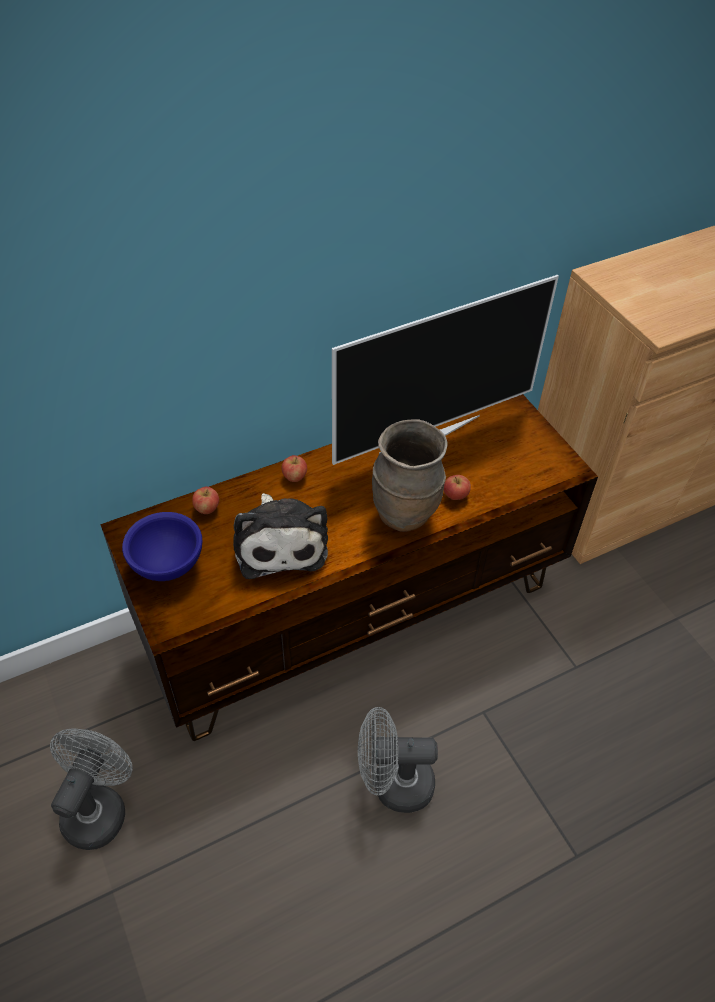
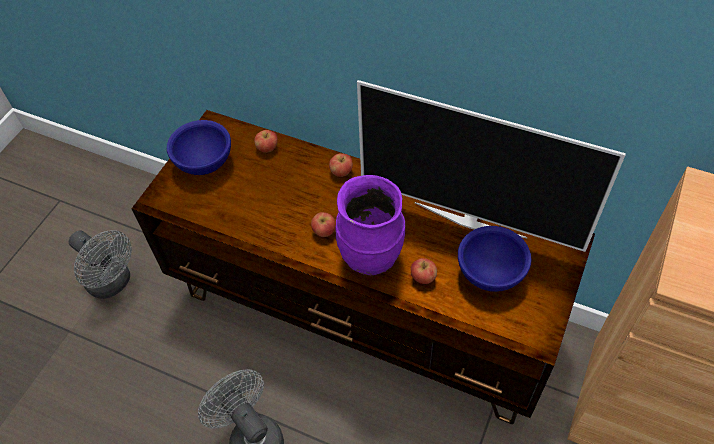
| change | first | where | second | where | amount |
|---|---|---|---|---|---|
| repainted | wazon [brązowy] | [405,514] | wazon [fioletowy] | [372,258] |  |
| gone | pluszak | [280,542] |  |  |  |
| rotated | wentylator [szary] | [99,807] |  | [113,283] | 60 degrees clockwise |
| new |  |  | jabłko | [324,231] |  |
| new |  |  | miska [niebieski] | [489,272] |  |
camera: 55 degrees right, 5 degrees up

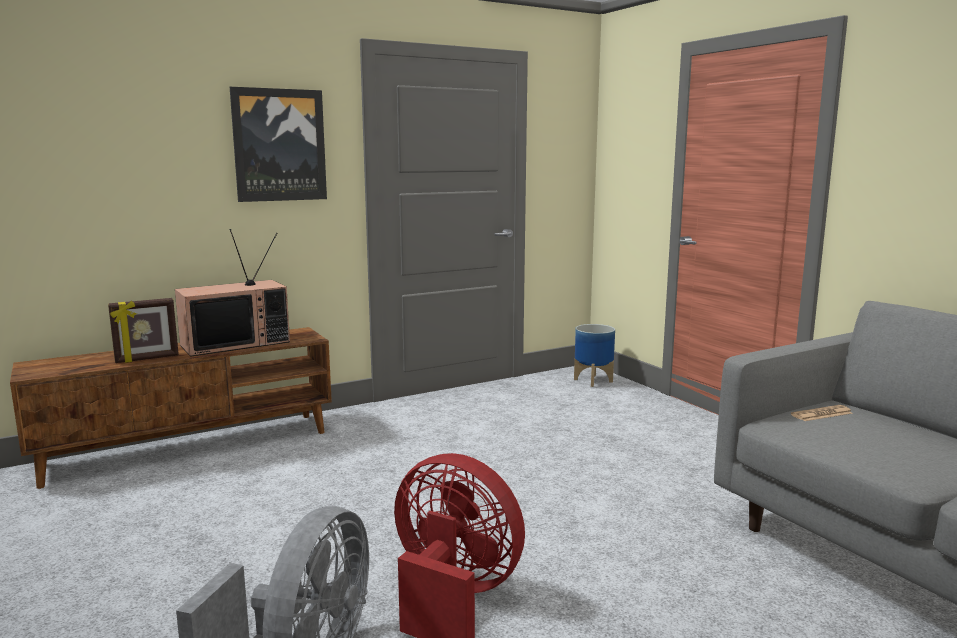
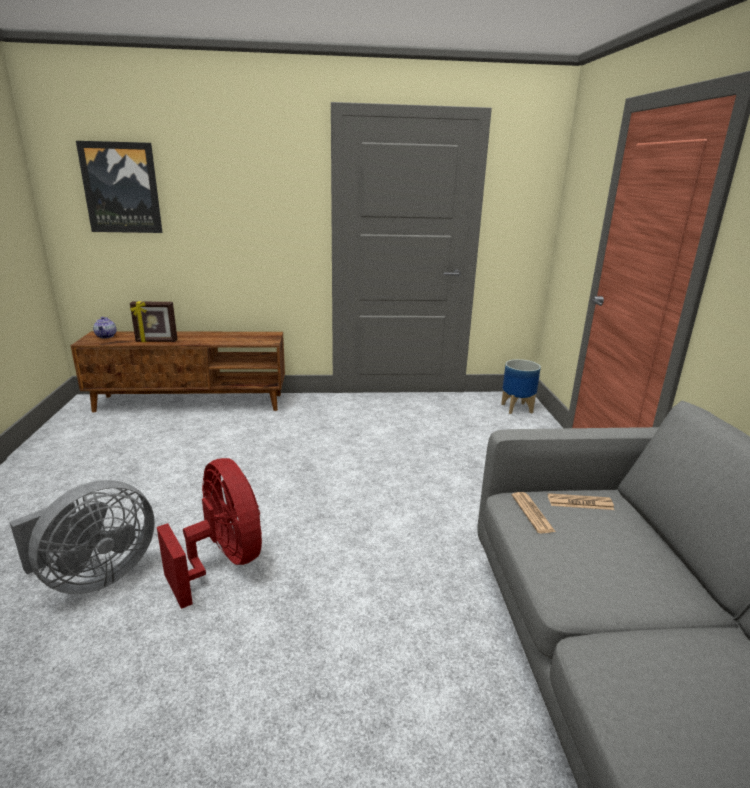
| change | first | where | second | where | amount |
|---|---|---|---|---|---|
| shifted | obraz | [279,145] |  | [121,188] |  |
| gone | telewizor | [236,343] |  |  |  |
| new |  |  | imbryk | [106,336] |  |
| new |  |  | gazeta | [532,513] |  |
camera: 25 degrees right, 10 degrees up

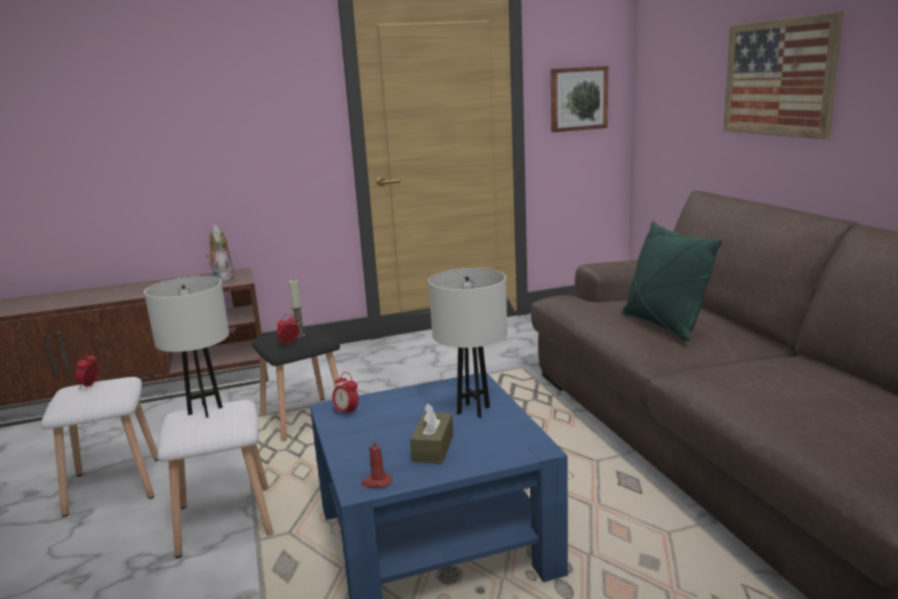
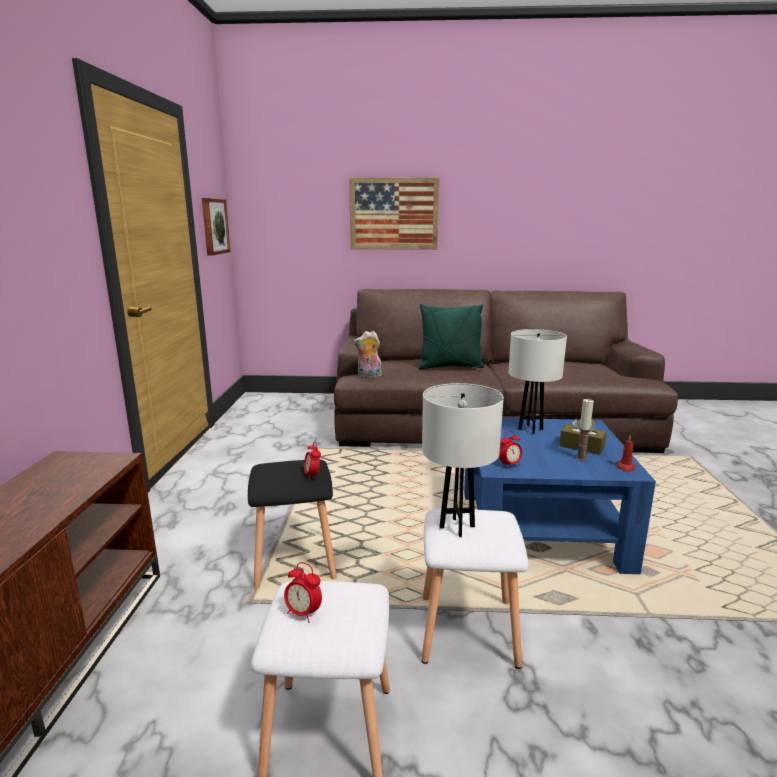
| change | first | where | second | where | amount |
|---|---|---|---|---|---|
| shifted | pluszak | [222,278] |  | [368,376] |  |
| shifted | świeca | [300,335] |  | [581,458] |  |
camera: 70 degrees left, 0 degrees up

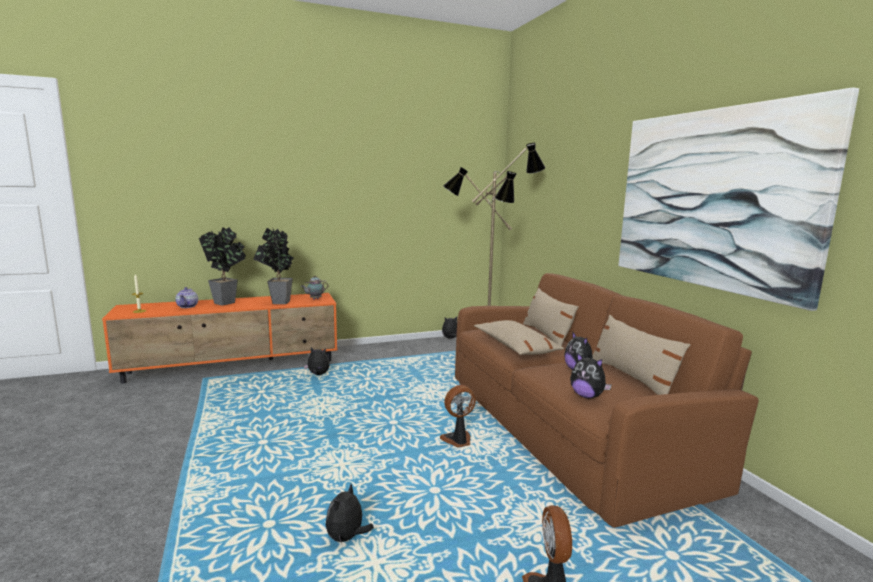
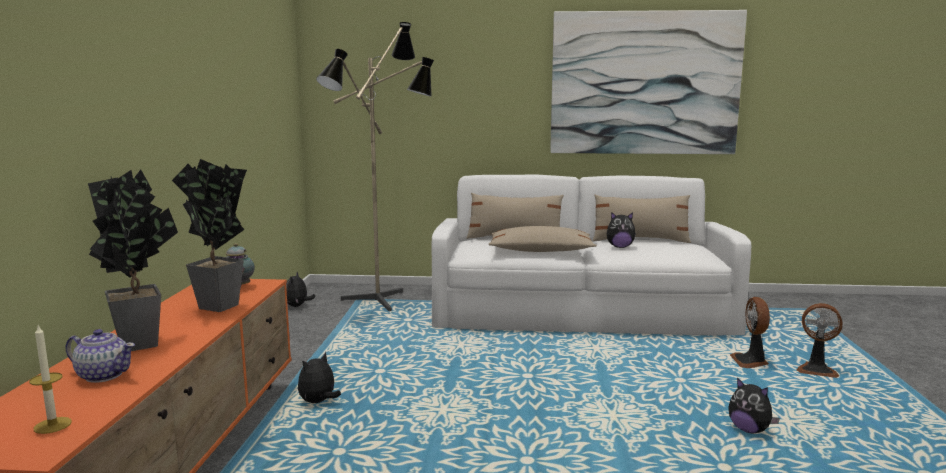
| change | first | where | second | where | amount |
|---|---|---|---|---|---|
| repainted | kanapa [brązowy] | [568,423] | kanapa [biały] | [581,309] |  |
| gone | pluszak | [587,396] |  |  |  |
| shifted | wentylator | [458,440] |  | [750,362] |  |
camera: 65 degrees left, 0 degrees up

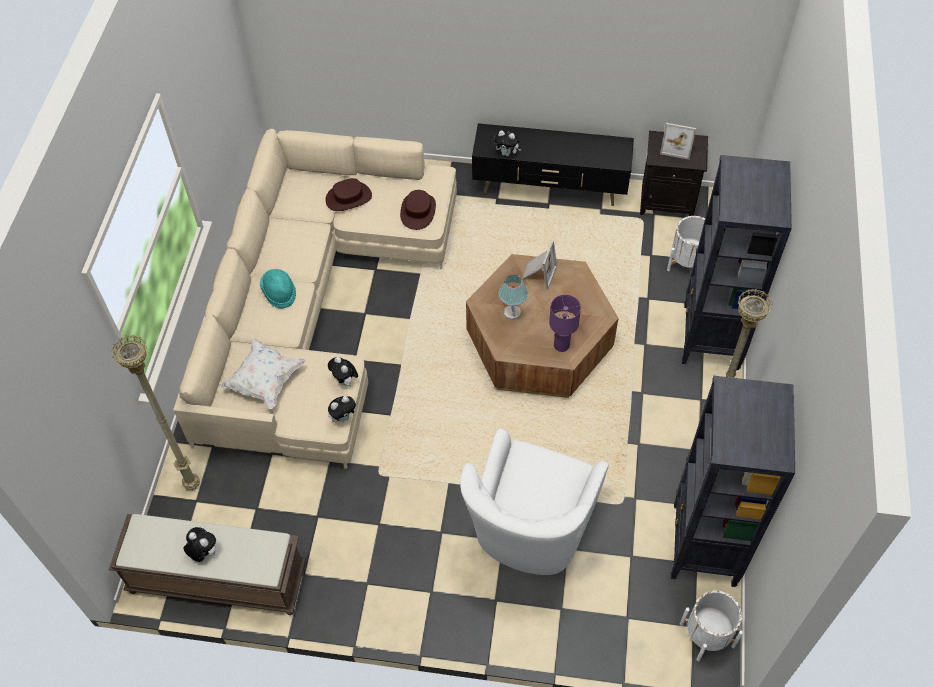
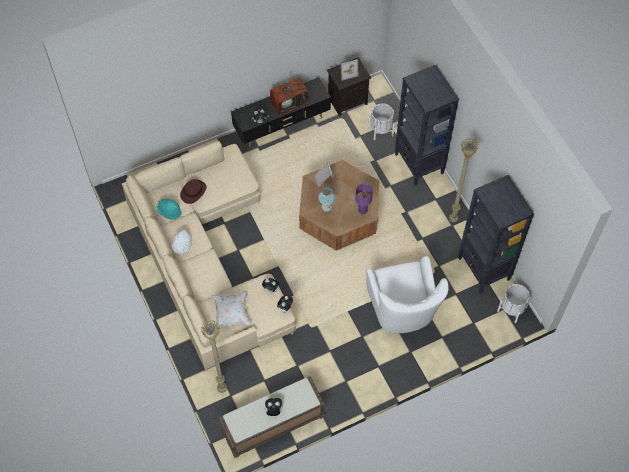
| change | first | where | second | where | amount |
|---|---|---|---|---|---|
| gone | kapelusz [brązowy] | [418,211] |  |  |  |
| shifted | kapelusz [turkusowy] | [279,293] |  | [169,211] |  |
| new |  |  | telewizor | [290,102] |  |
| new |  |  | kapelusz [biały] | [182,246] |  |
camera: 35 degrees left, 5 degrees up

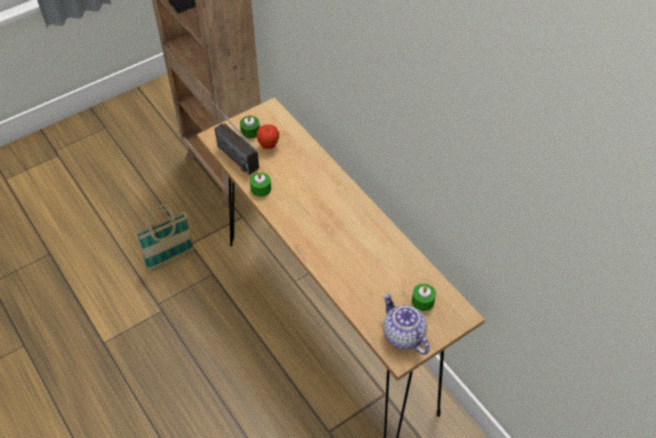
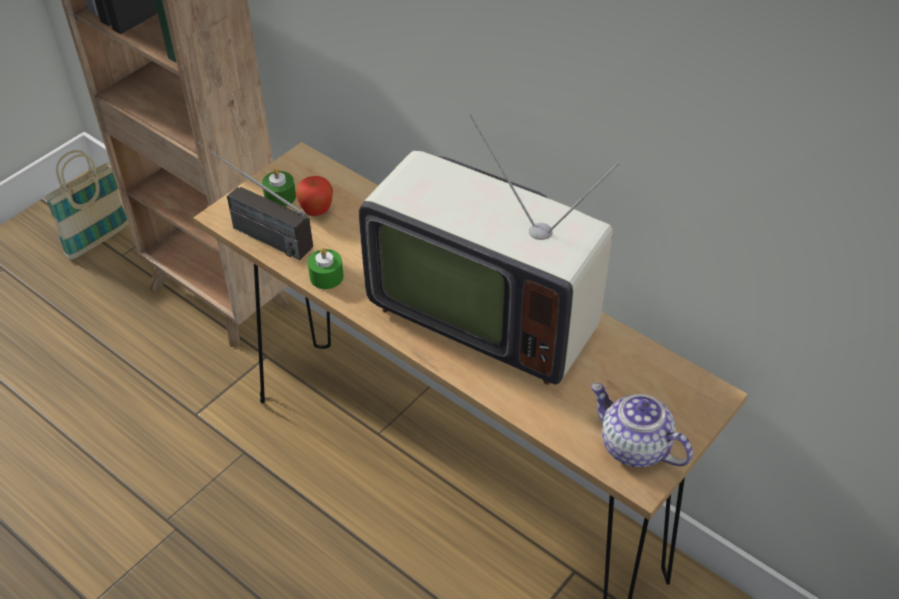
| change | first | where | second | where | amount |
|---|---|---|---|---|---|
| shifted | koszyk | [170,258] |  | [98,241] |  |
| gone | świeca [zielony] | [423,301] |  |  |  |
| new |  |  | telewizor | [484,311] |  |
camera: 15 degrees left, 5 degrees down

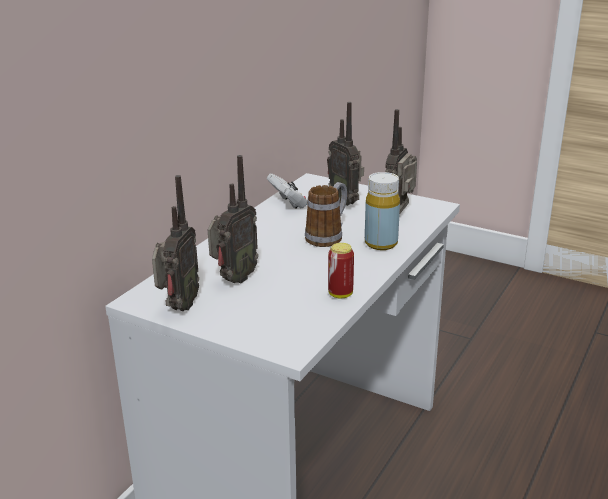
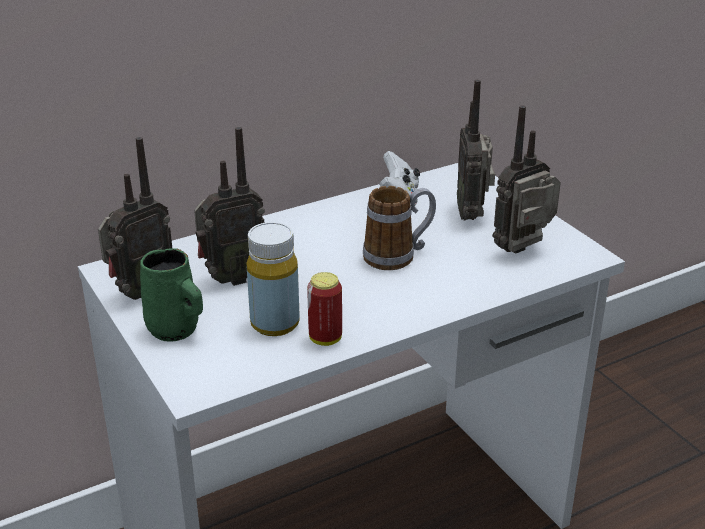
| change | first | where | second | where | amount |
|---|---|---|---|---|---|
| shifted | butelka [żółty] | [381,243] |  | [275,323] |  |
| new |  |  | kubek [zielony] | [175,330] |  |
camera: 30 degrees right, 5 degrees up

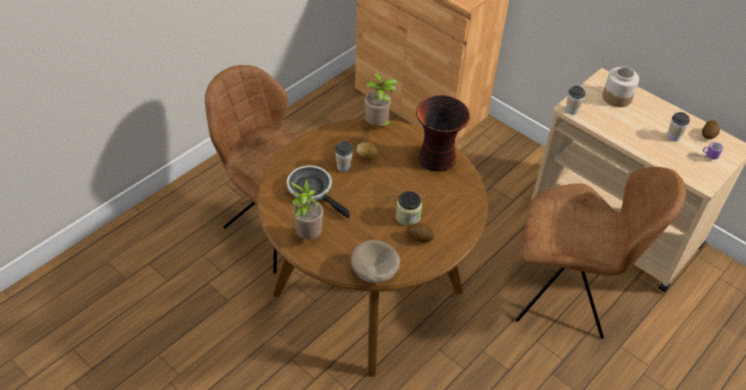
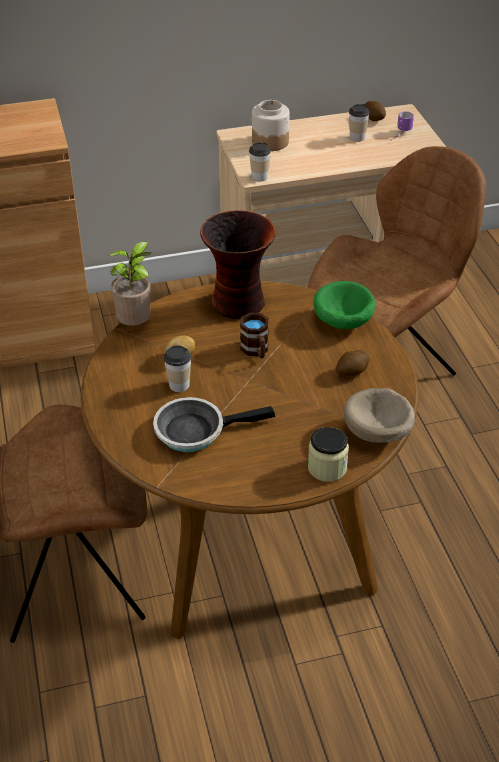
| change | first | where | second | where | amount |
|---|---|---|---|---|---|
| gone | roślina doniczkowa | [307,235] |  |  |  |
| shifted | słoik | [408,217] |  | [327,468] |  |
| new |  |  | miska [zielony] | [342,322] |  |
| new |  |  | kubek [brązowy] | [256,351] |  |
camera: 55 degrees left, 5 degrees down

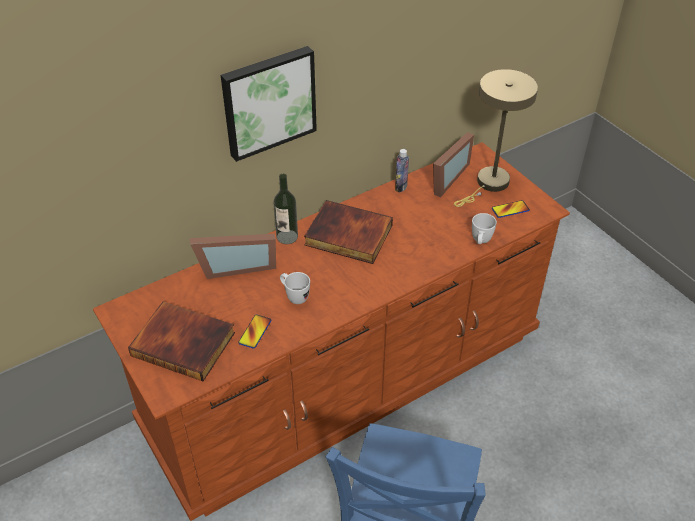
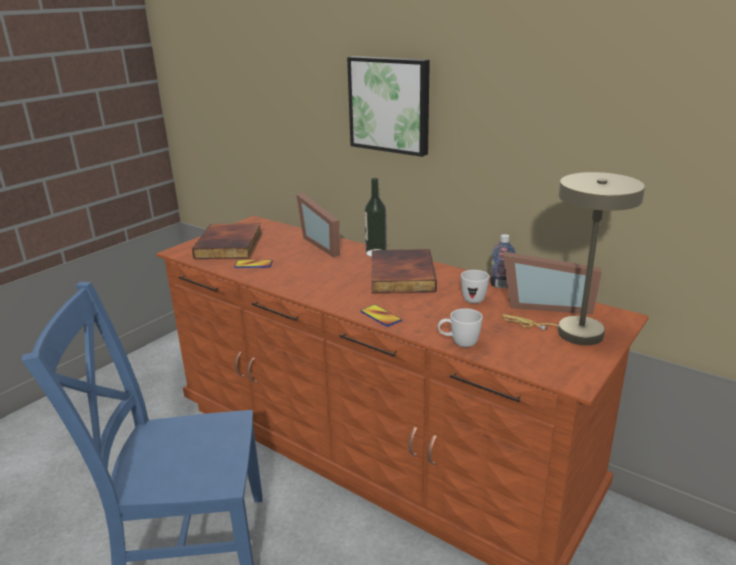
| change | first | where | second | where | amount |
|---|---|---|---|---|---|
| shifted | telefon | [510,209] |  | [380,316] |  |
| shifted | kubek [biały] | [294,296] |  | [474,298] |  |
camera: 70 degrees right, 20 degrees down

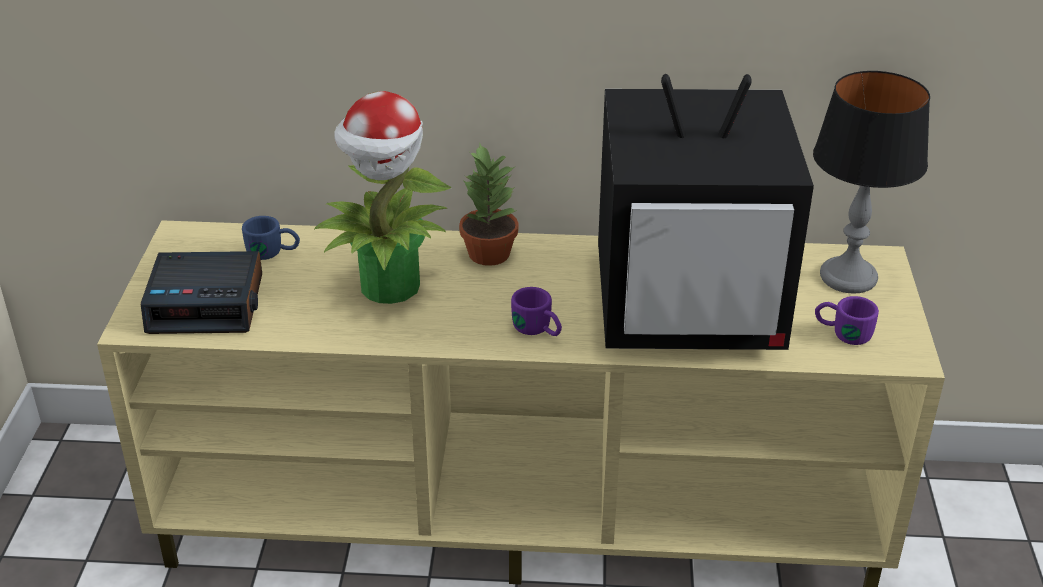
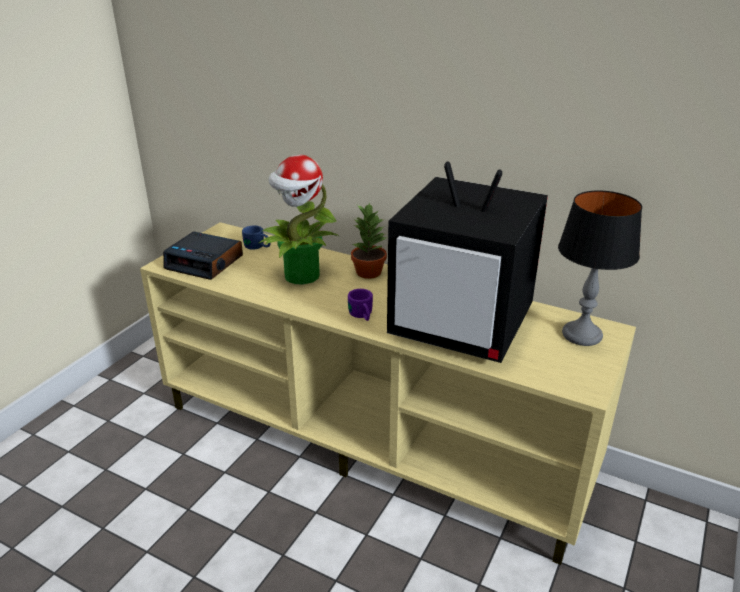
| change | first | where | second | where | amount |
|---|---|---|---|---|---|
| gone | kubek [fioletowy] | [842,332] |  |  |  |
camera: 25 degrees right, 5 degrees down

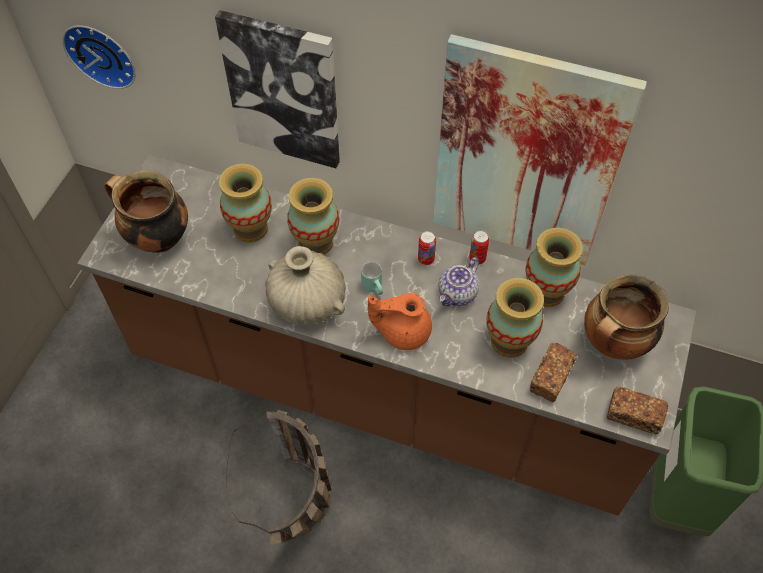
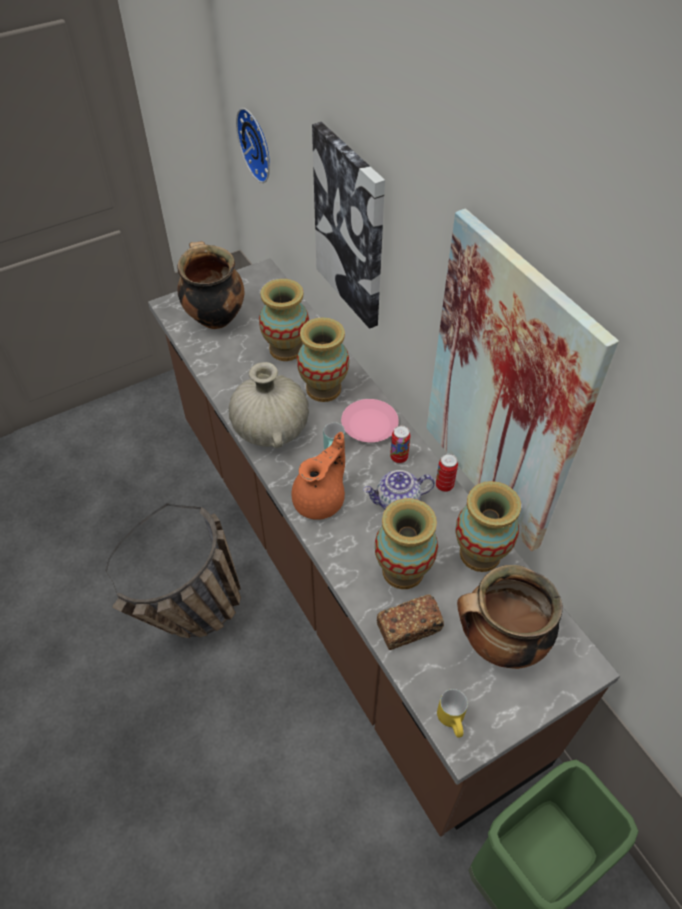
| change | first | where | second | where | amount |
|---|---|---|---|---|---|
| rotated | imbryk [pomarańczowy] | [403,331] |  | [321,500] | 90 degrees clockwise |
| swapped | chleb | [633,415] | kubek [żółty] | [453,720] |  |
| new |  |  | talerz [różowy] | [370,425] |  |
camera: 40 degrees right, 5 degrees down

